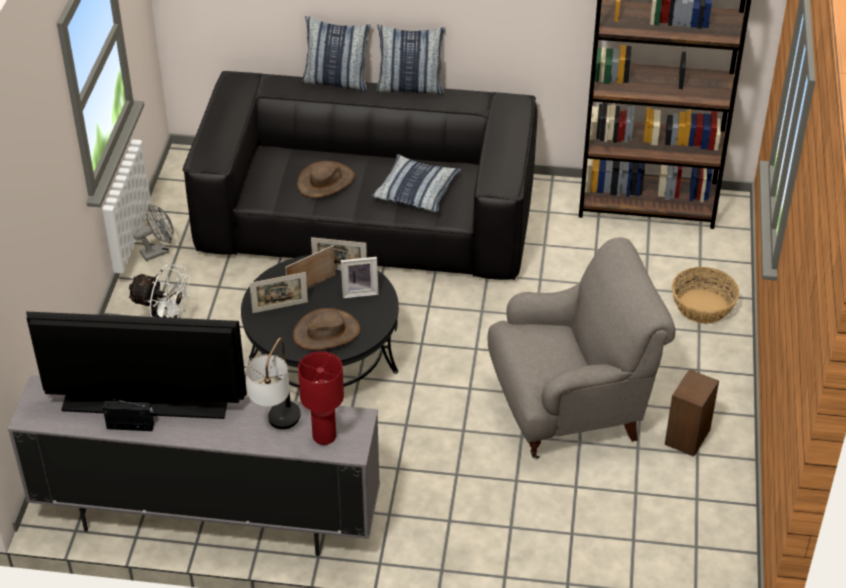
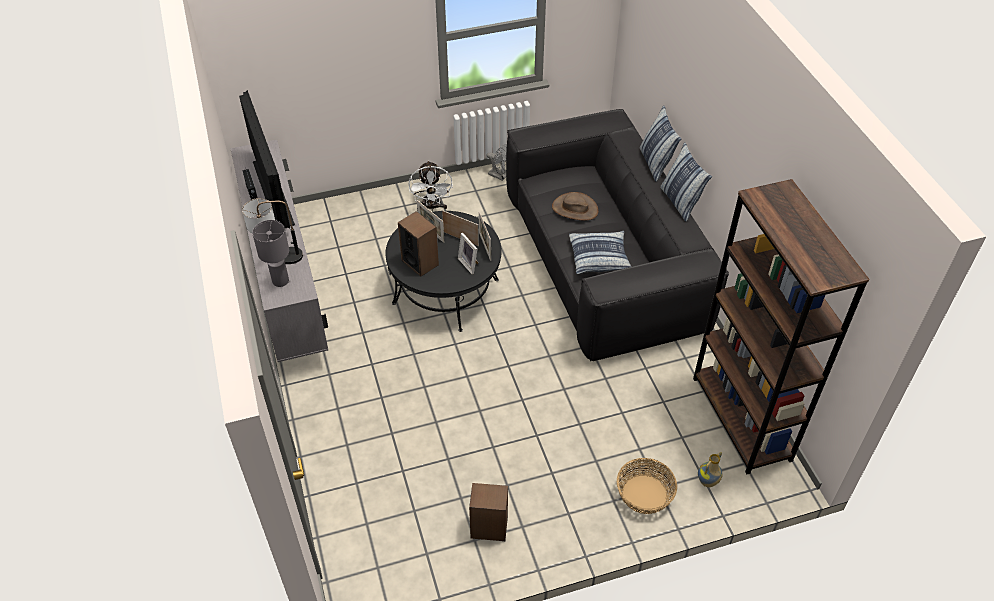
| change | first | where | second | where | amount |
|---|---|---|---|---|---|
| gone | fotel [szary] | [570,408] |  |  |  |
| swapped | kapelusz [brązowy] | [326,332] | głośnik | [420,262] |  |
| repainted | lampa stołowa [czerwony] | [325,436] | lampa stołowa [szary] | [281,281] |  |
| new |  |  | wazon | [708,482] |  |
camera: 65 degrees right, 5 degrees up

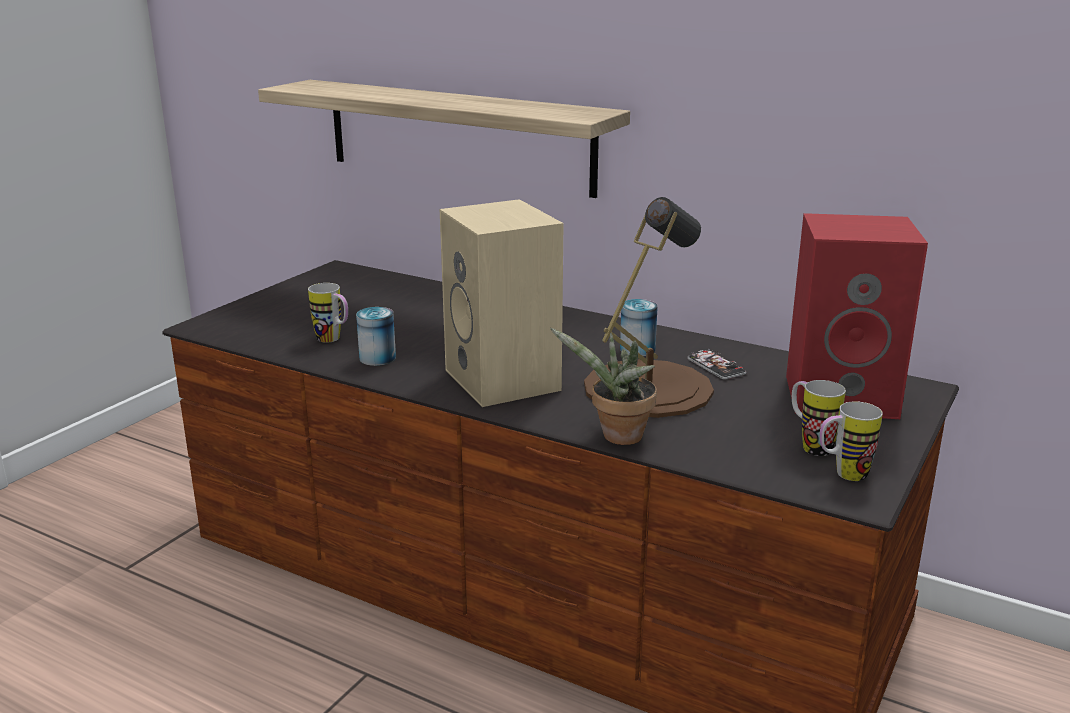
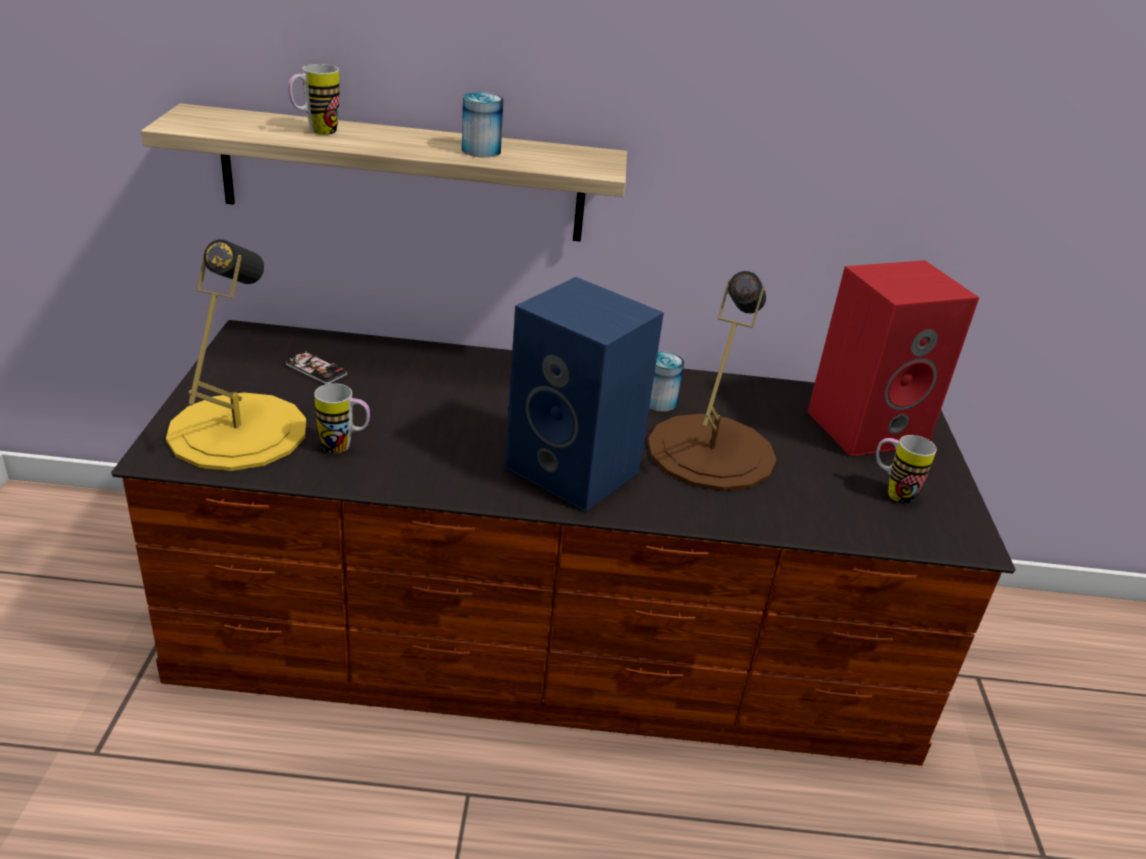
| change | first | where | second | where | amount |
|---|---|---|---|---|---|
| repainted | głośnik [beżowy] | [505,380] | głośnik [niebieski] | [576,470] |  |
| shifted | puszka | [377,358] |  | [481,150] |  |
| gone | roślina doniczkowa | [617,437] |  |  |  |
| shifted | telefon | [716,366] |  | [316,370] |  |
| shifted | kubek | [842,475] |  | [315,131] |  |
| new |  |  | lampa stołowa [żółty] | [237,431] |  |
camera: 30 degrees left, 10 degrees up

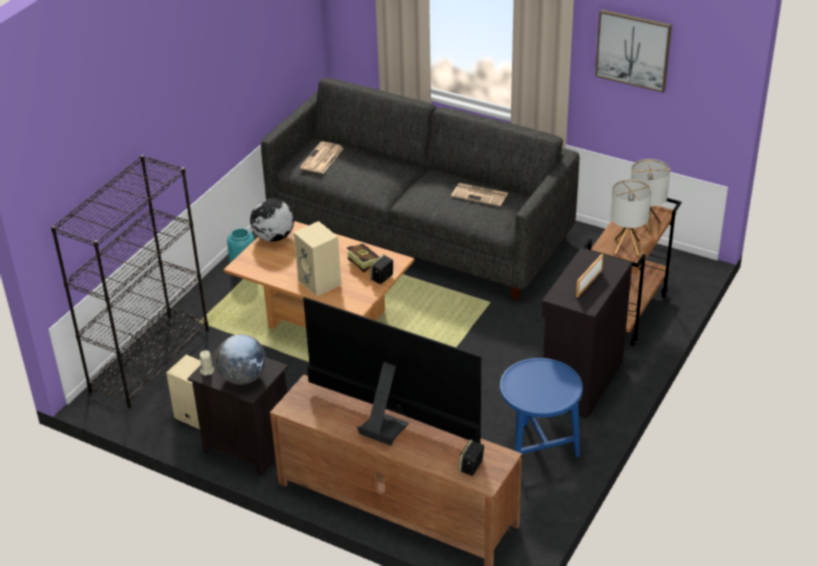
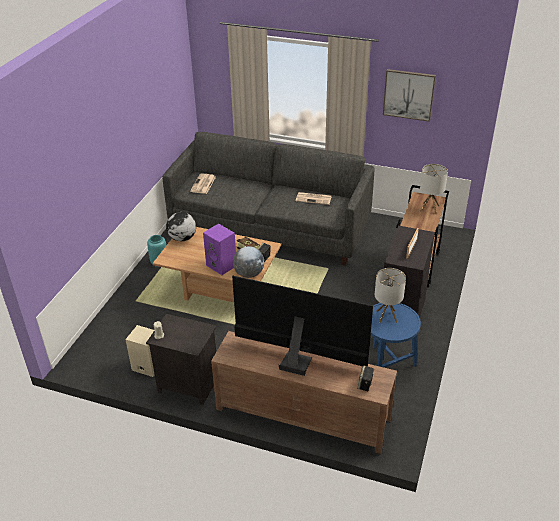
| change | first | where | second | where | amount |
|---|---|---|---|---|---|
| gone | regał [czarny] | [150,359] |  |  |  |
| shifted | lampa stołowa | [626,247] |  | [386,316] |  |
| repainted | głośnik [beżowy] | [321,282] | głośnik [fioletowy] | [222,265] |  |
| shifted | globus | [243,378] |  | [249,274] |  |
camera: 10 degrees left, 0 degrees up

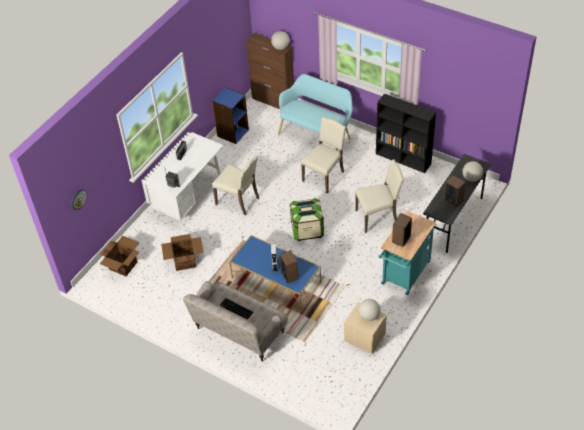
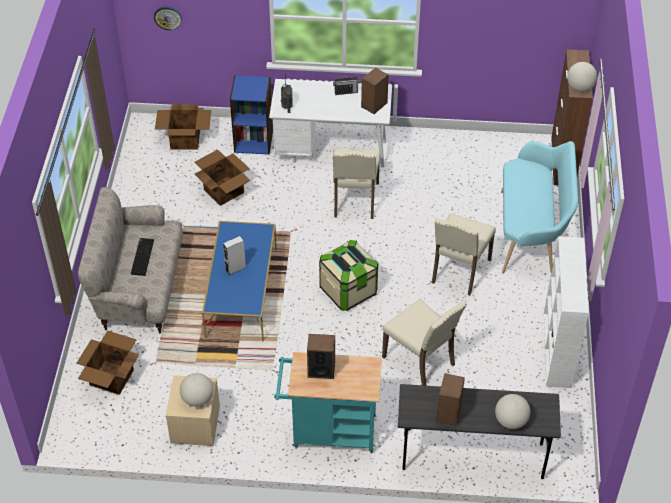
| change | first | where | second | where | amount |
|---|---|---|---|---|---|
| shifted | regał [niebieski] | [232,133] |  | [253,141] |  |
| repainted | regał [czarny] | [403,159] | regał [biały] | [557,350] |  |
| rotated | krzesło [beżowy] | [324,176] |  | [459,271] | 105 degrees clockwise |
| shifted | głośnik | [289,275] |  | [374,105] |  |
| new |  |  | karton | [111,378] |  |
camera: 60 degrees right, 0 degrees up

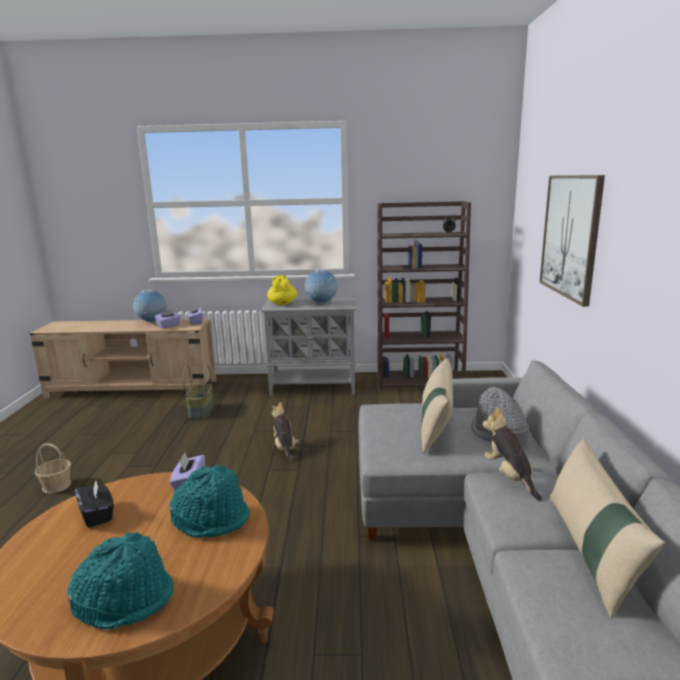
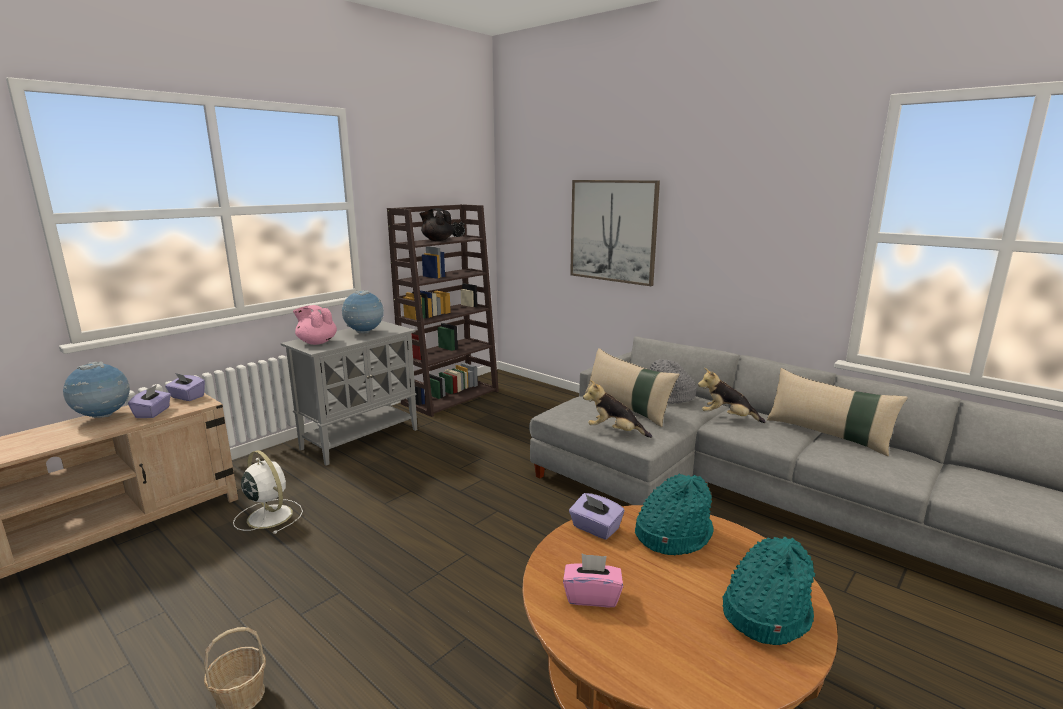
| change | first | where | second | where | amount |
|---|---|---|---|---|---|
| repainted | imbryk [żółty] | [282,303] | imbryk [różowy] | [317,342] |  |
| swapped | koszyk | [200,411] | wentylator [biały] | [269,516] |  |
| shifted | pluszak | [285,448] |  | [615,432] |  |
| repainted | pudełko chusteczek [czarny] | [97,515] | pudełko chusteczek [różowy] | [592,596] |  |
| new |  |  | imbryk [czarny] | [437,240] |  |
camera: 50 degrees left, 0 degrees up

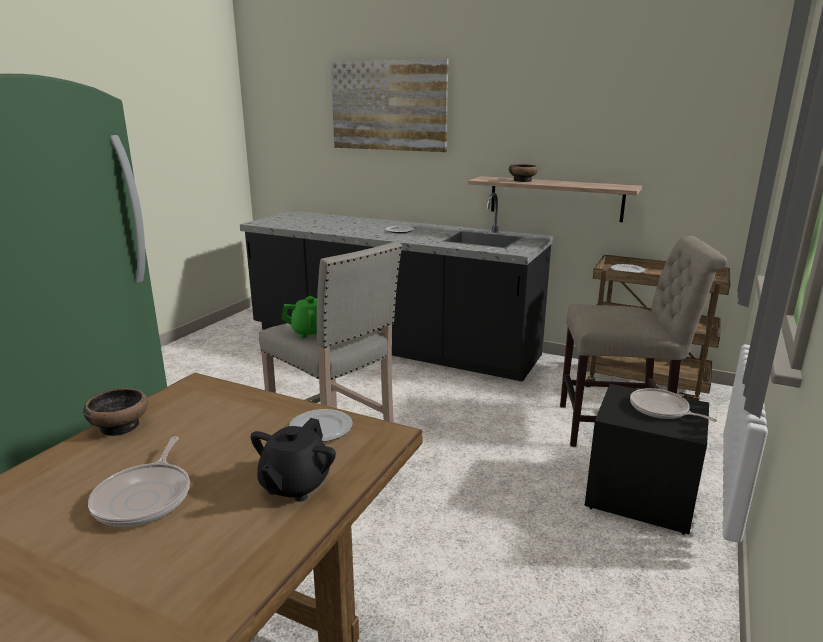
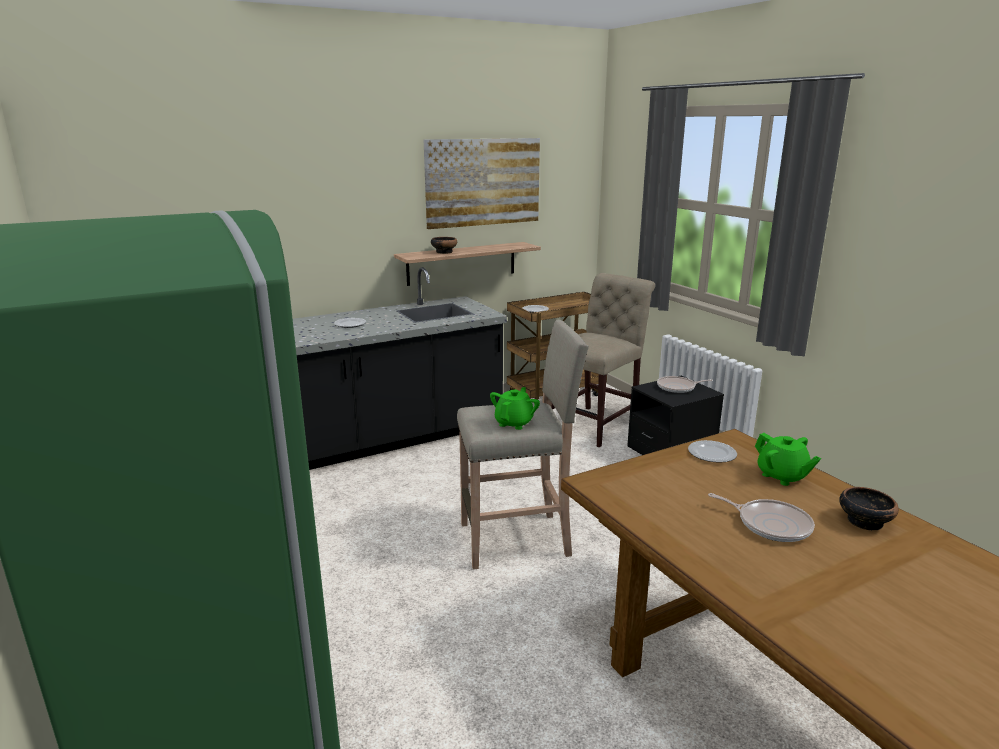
| change | first | where | second | where | amount |
|---|---|---|---|---|---|
| shifted | obraz | [388,106] |  | [483,182] |  |
| shifted | miska | [120,426] |  | [864,521] |  |
| repainted | imbryk [czarny] | [295,485] | imbryk [zielony] | [782,476] |  |
camera: 55 degrees left, 0 degrees up

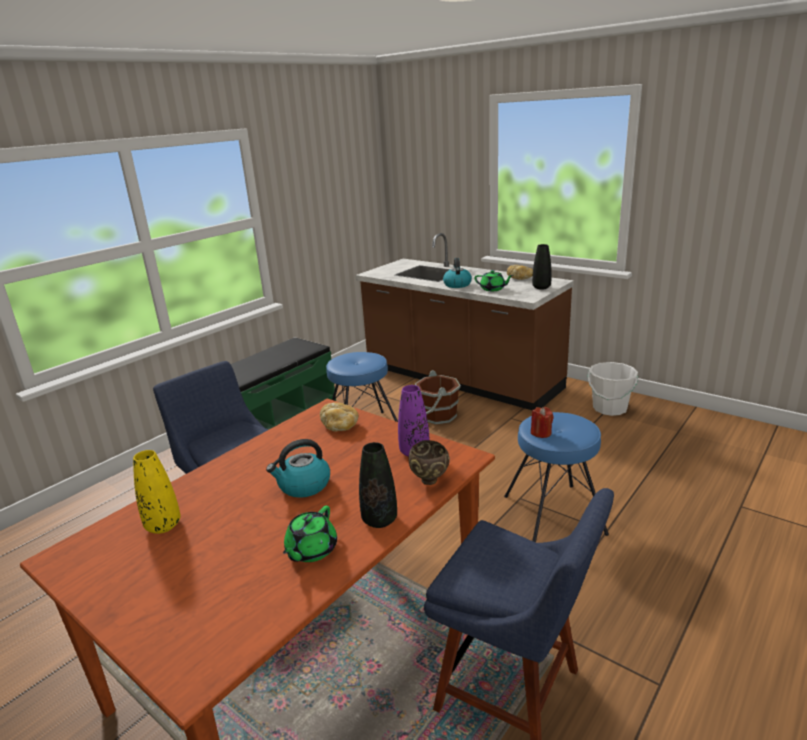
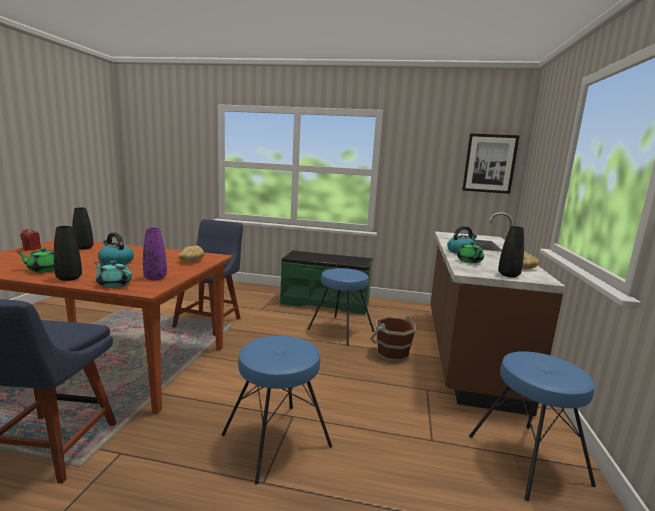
| change | first | where | second | where | amount |
|---|---|---|---|---|---|
| swapped | wiadro [biały] | [609,408] | stołek [niebieski] | [528,458] |  |
| shifted | świeca [czerwony] | [541,433] |  | [32,249] |  |
| swapped | miska [brązowy] | [430,481] | imbryk [turkusowy] | [114,284] |  |
| repainted | wazon [żółty] | [163,526] | wazon [czarny] | [83,248] |  |
| new |  |  | obraz | [489,163] |  |
camera: 60 degrees right, 10 degrees down

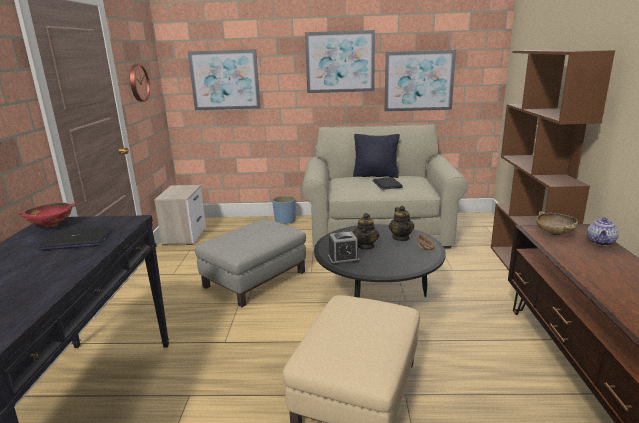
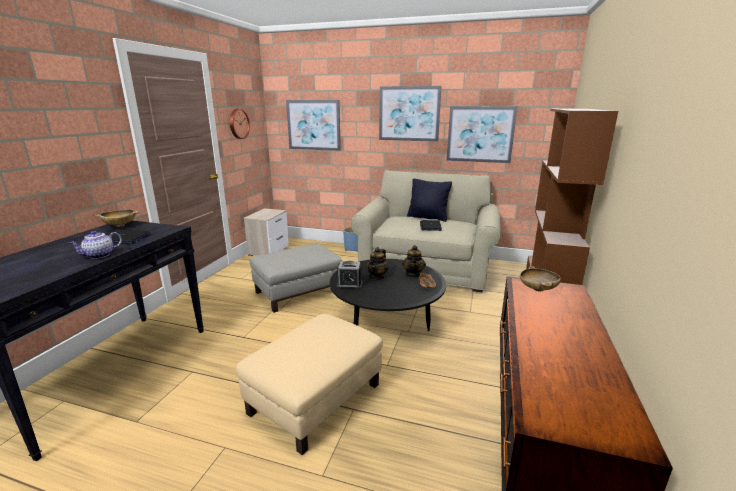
| change | first | where | second | where | amount |
|---|---|---|---|---|---|
| repainted | miska [czerwony] | [51,225] | miska [beżowy] | [120,225] |  |
| shifted | imbryk | [601,242] |  | [99,255] |  |
camera: 15 degrees right, 0 degrees up

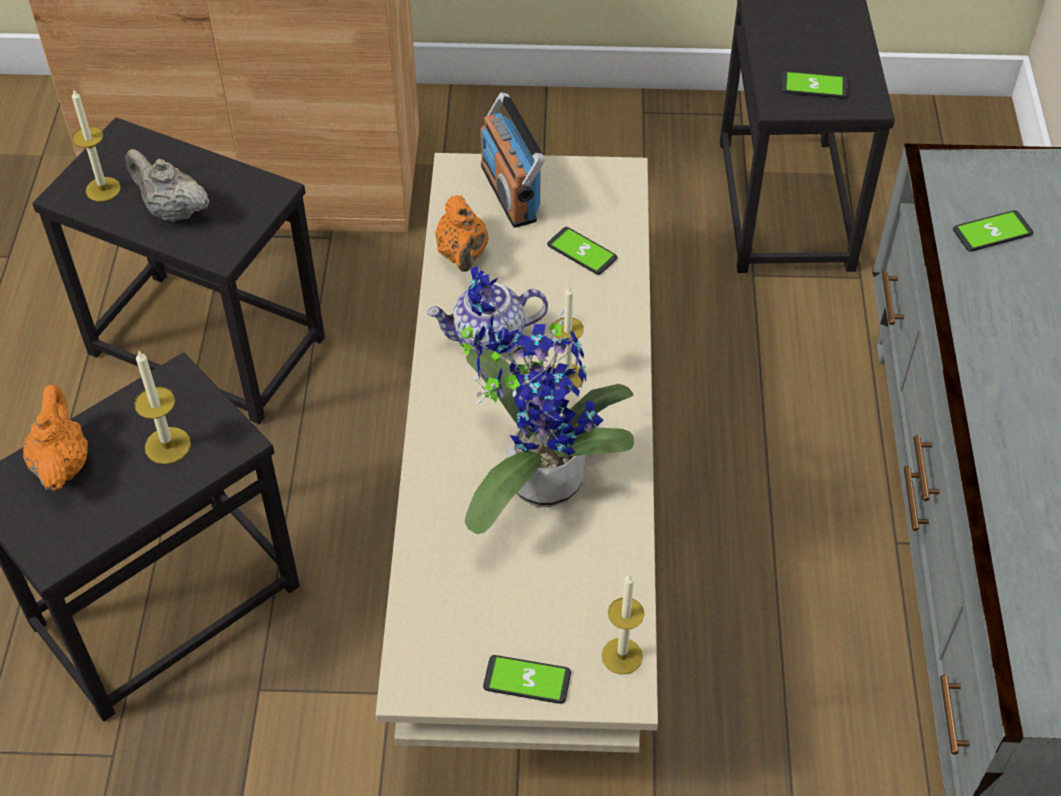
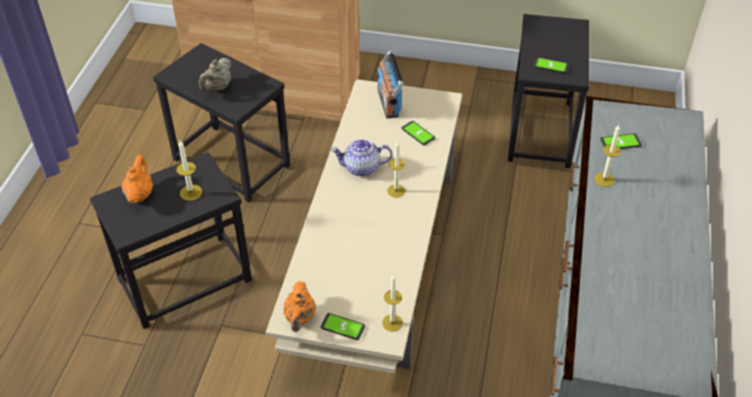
| change | first | where | second | where | amount |
|---|---|---|---|---|---|
| shifted | świeca | [103,189] |  | [604,179] |  |
| rotated | imbryk [beżowy] | [172,210] |  | [218,88] | 105 degrees counterclockwise |
| shifted | imbryk [pomarańczowy] | [463,255] |  | [300,318] |  |
| gone | roślina doniczkowa | [535,477] |  |  |  |
camera: 10 degrees right, 5 degrees down

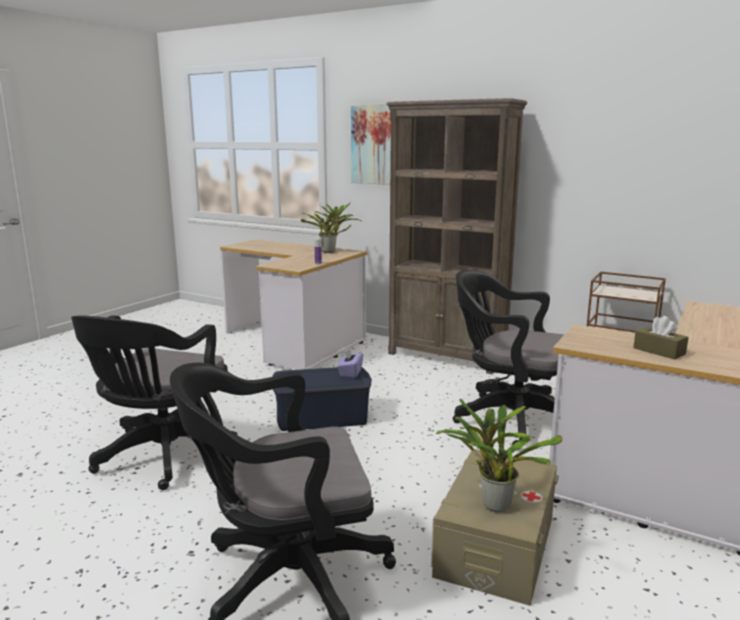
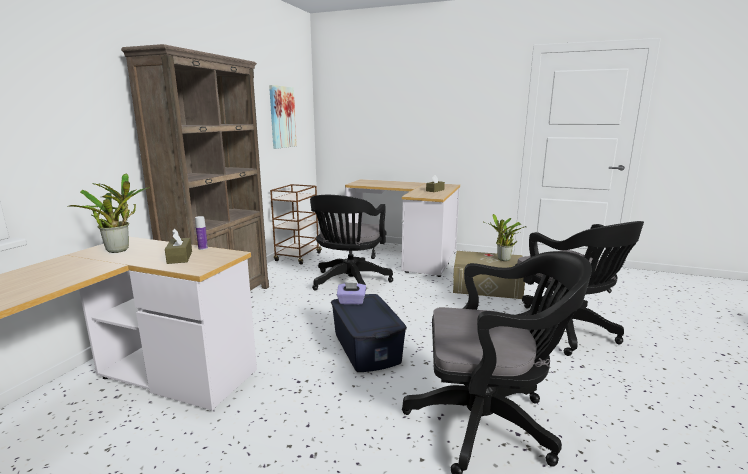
| change | first | where | second | where | amount |
|---|---|---|---|---|---|
| shifted | obraz | [374,144] |  | [282,117] |  |
| new |  |  | pudełko chusteczek [brązowy] | [180,257] |  |
camera: 100 degrees left, 0 degrees up

